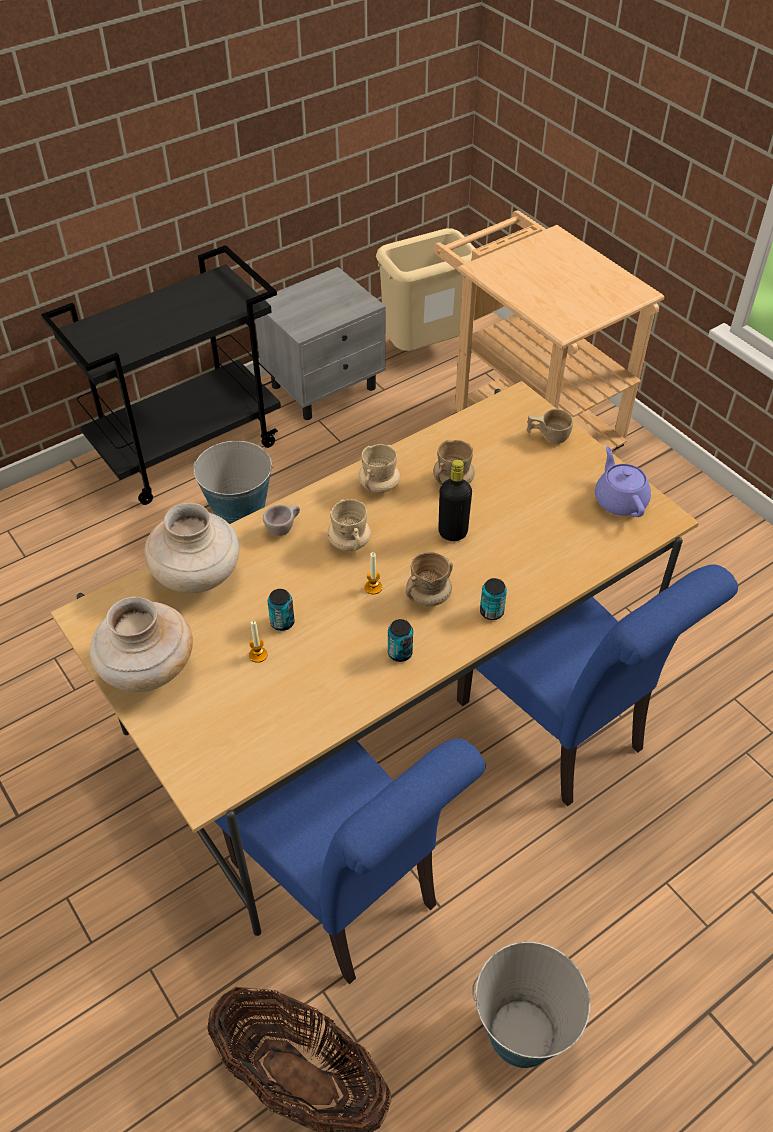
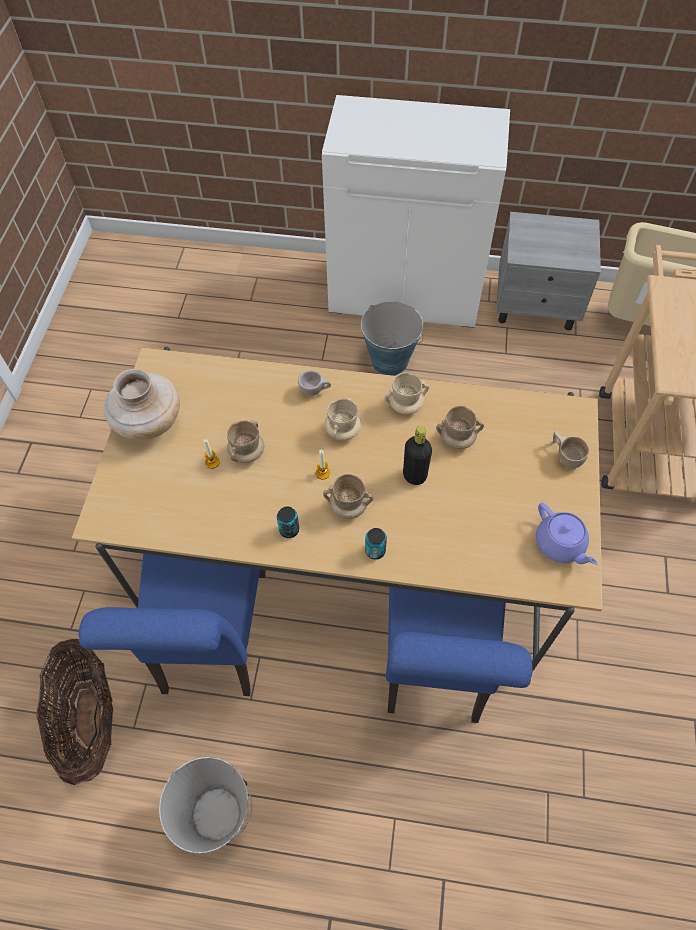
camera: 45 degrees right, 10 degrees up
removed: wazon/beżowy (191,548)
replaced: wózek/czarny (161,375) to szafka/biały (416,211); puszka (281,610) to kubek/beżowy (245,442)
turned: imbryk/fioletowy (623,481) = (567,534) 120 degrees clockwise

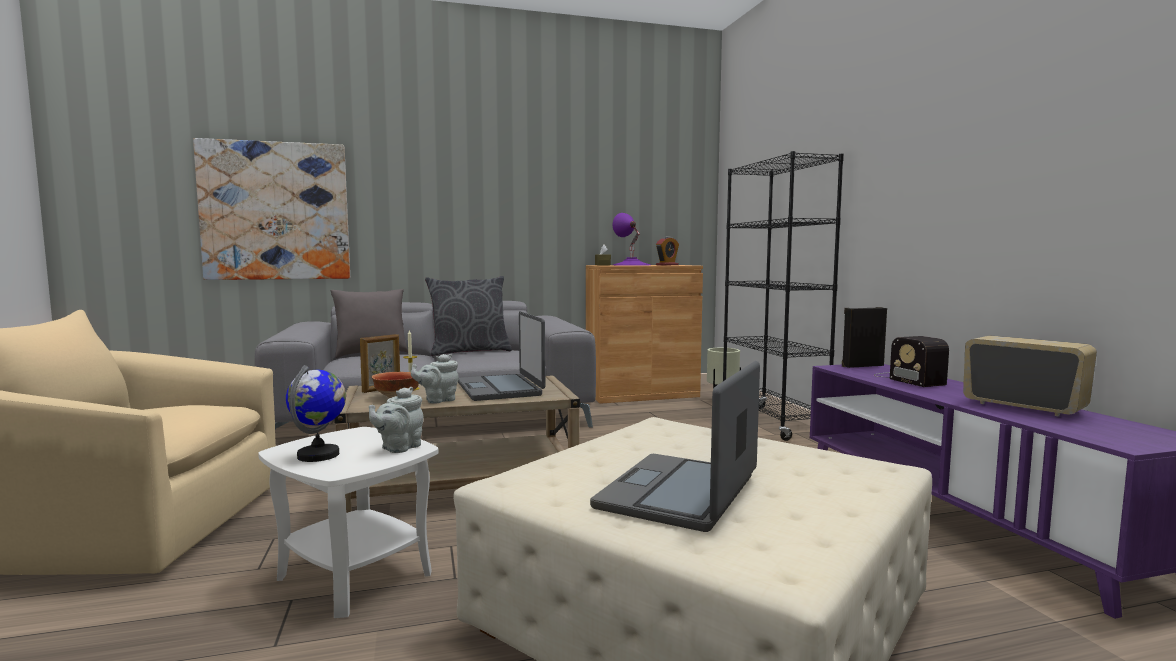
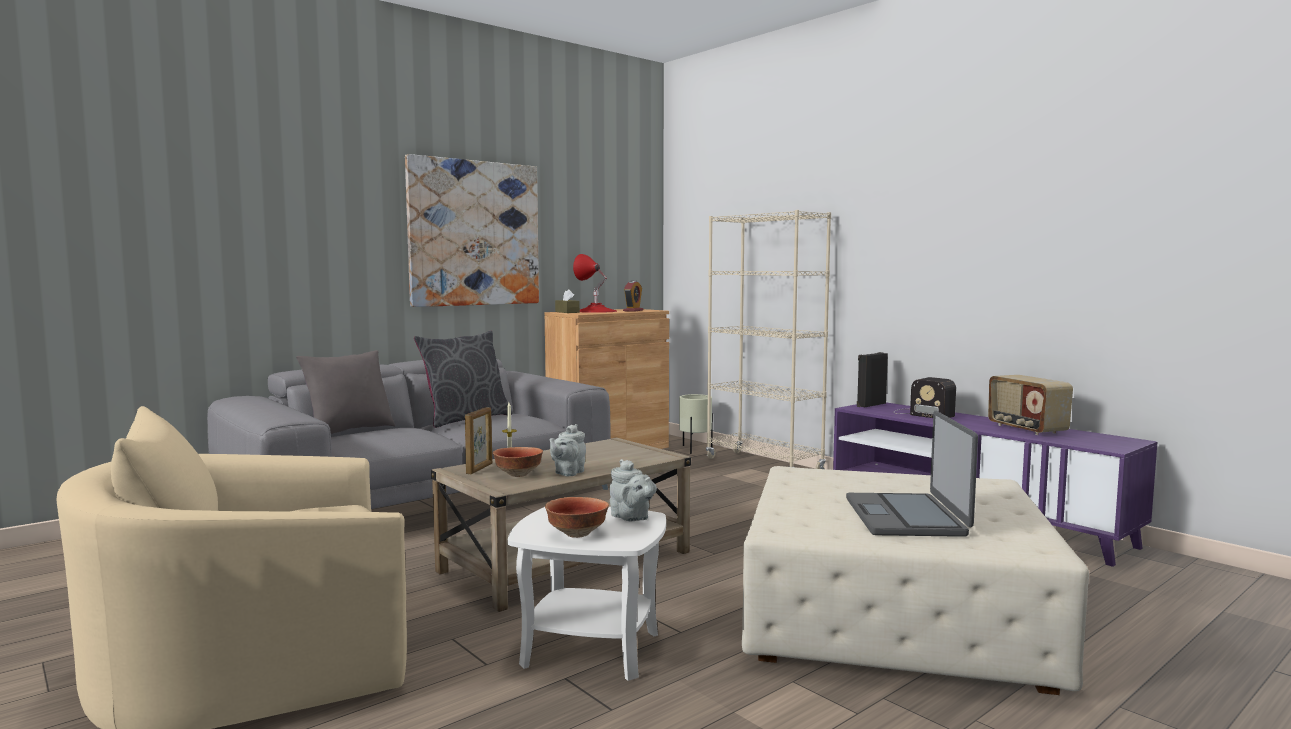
camera: 25 degrees left, 0 degrees up
removed: laptop (501,356)
moved: obraz (271,209) to (472,230)
replaced: globus (316,413) to miska (577,517)
recoloured: regał/czarny (783,296) to regał/beżowy (768,339); lampa stołowa/fioletowy (631,239) to lampa stołowa/czerwony (595,283)
turned: radio (1030,376) = (1030,405) 135 degrees counterclockwise; imbryk/szary (396,420) = (633,490) 45 degrees counterclockwise

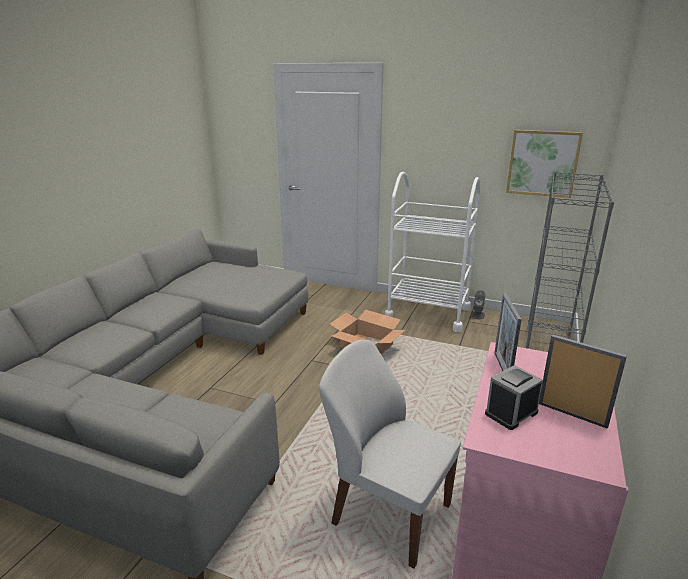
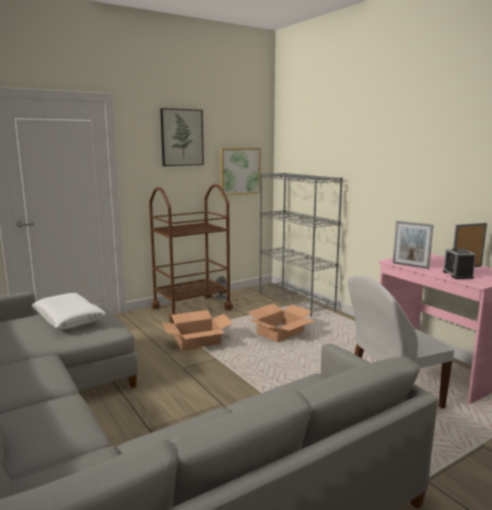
camera: 55 degrees left, 10 degrees down
added: obraz (182,137); poduszka/biały (69,311); karton (282,322)
recoloured: wózek/biały (432,252) to wózek/brązowy (191,253)

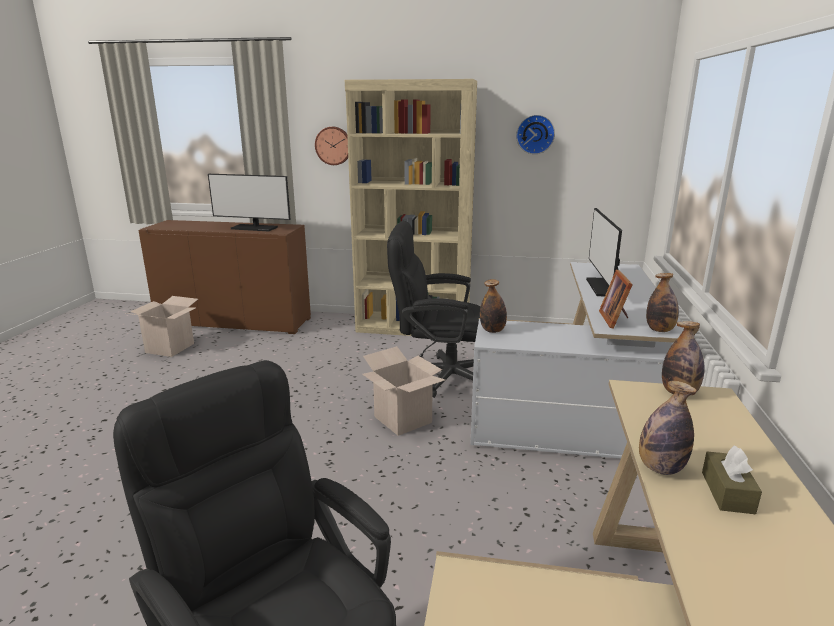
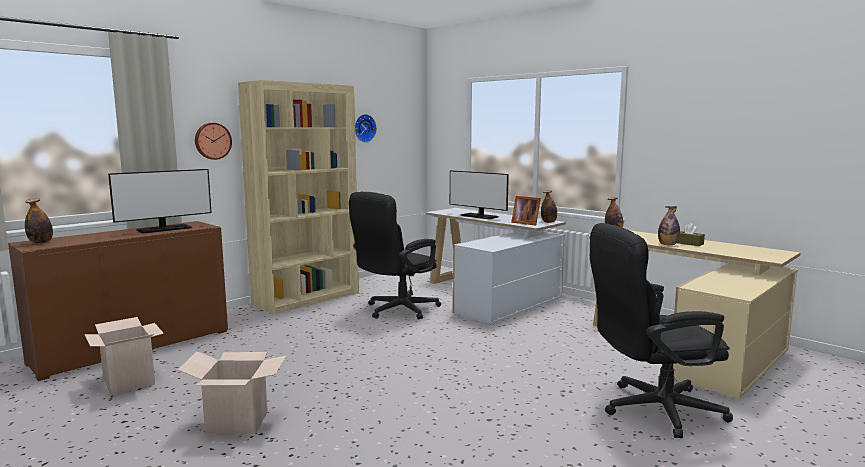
camera: 55 degrees left, 10 degrees down
moved: butelka (493,306) to (39,221); karton (403,391) to (232,393)

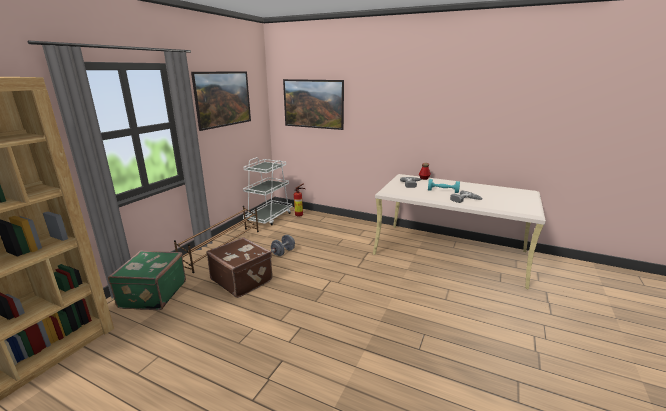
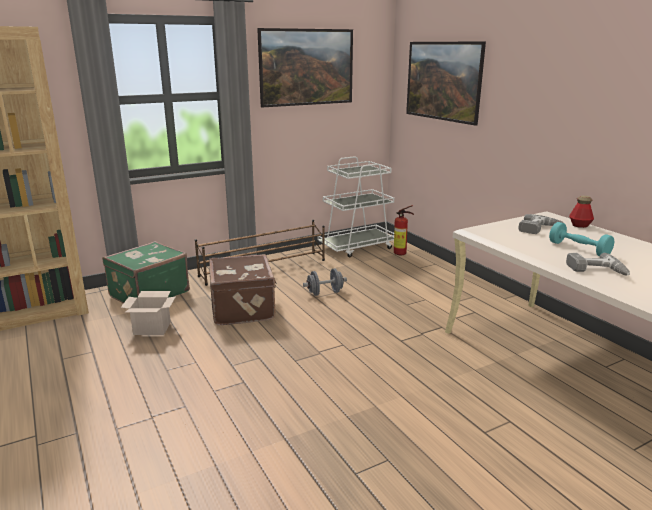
camera: 35 degrees right, 0 degrees up
added: karton (148,313)

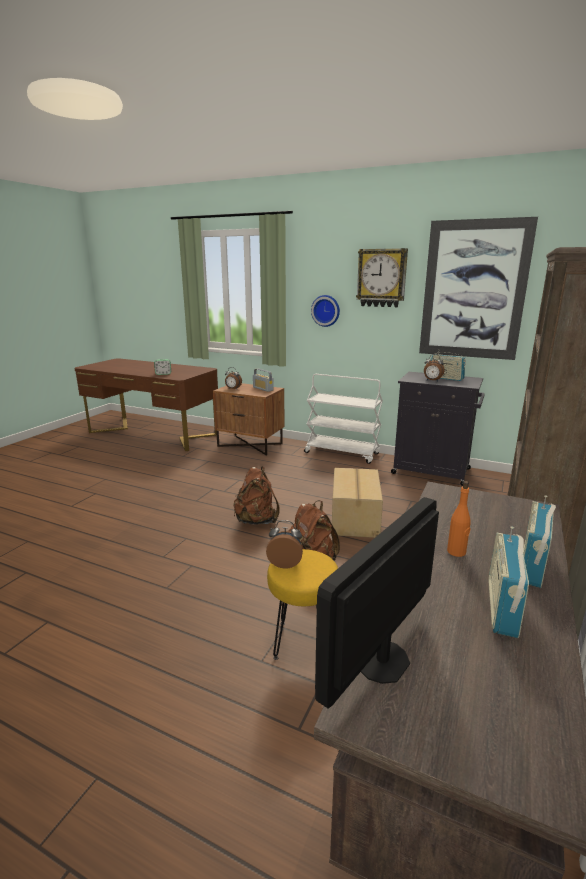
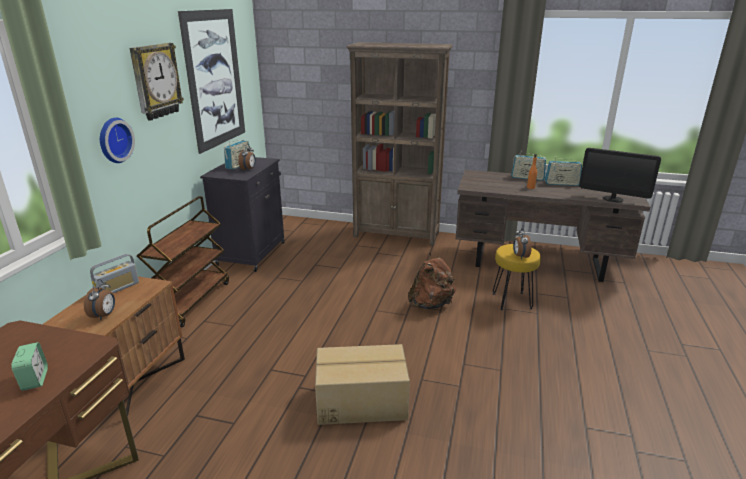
camera: 100 degrees left, 5 degrees up
removed: plecak/brązowy (257,496)
moved: karton (357,503) to (362,384)
recoloured: wózek/biały (343,419) to wózek/brązowy (183,261)

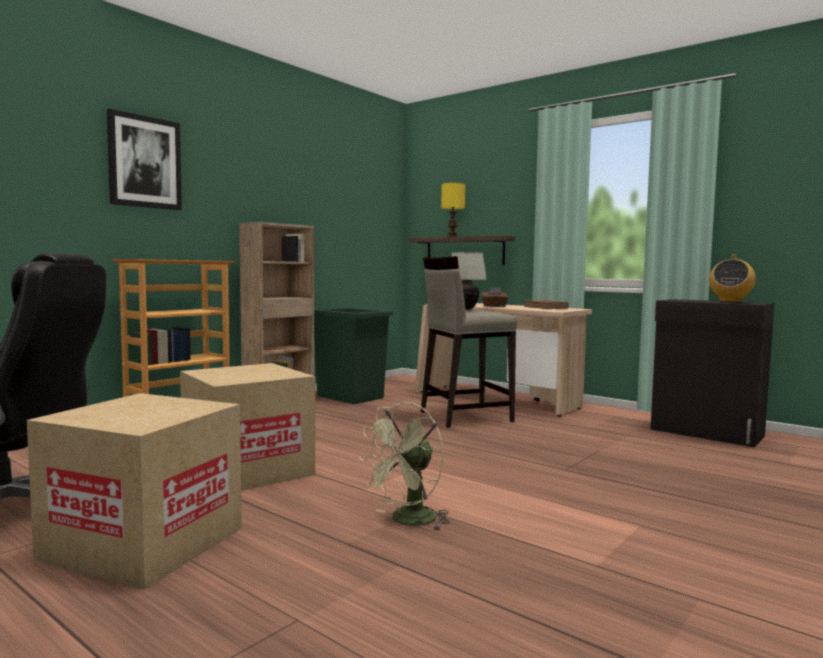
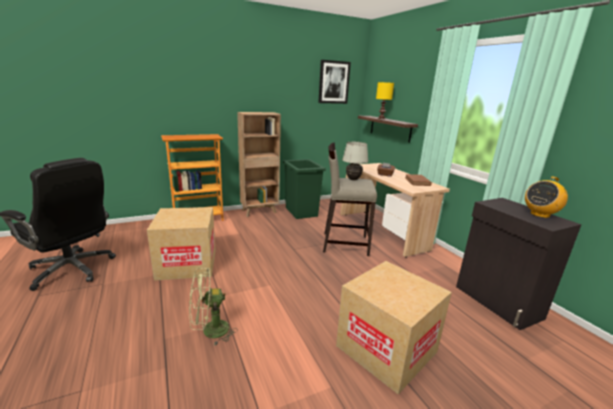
camera: 25 degrees right, 15 degrees up
moved: obraz (144,159) to (334,82); karton (134,491) to (394,327)

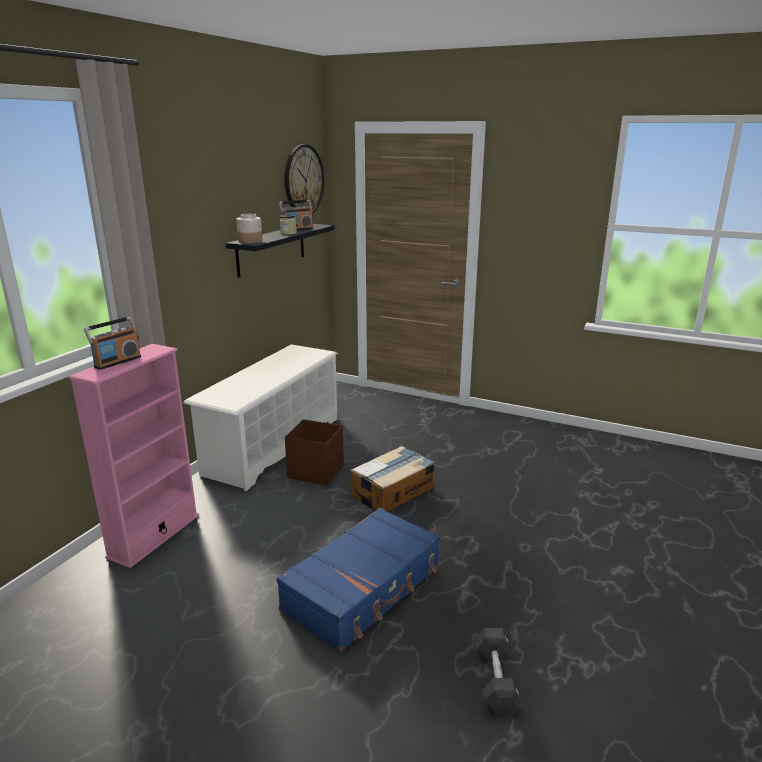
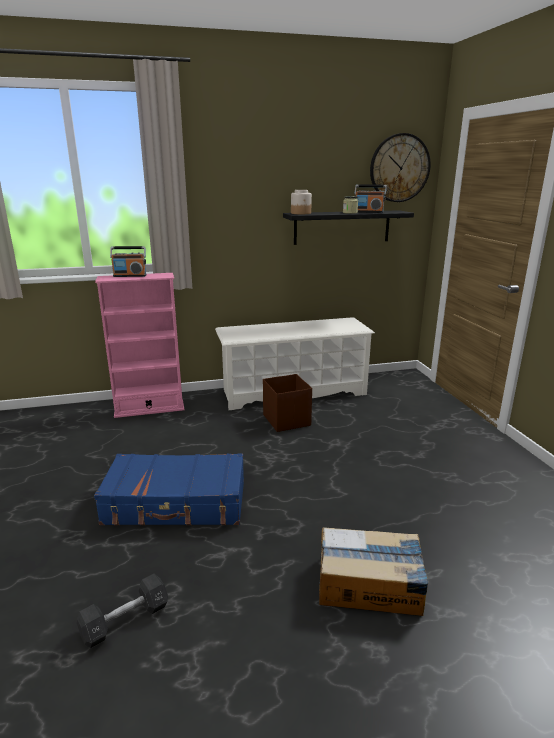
camera: 50 degrees right, 0 degrees up
moved: karton (392,479) to (374,571)

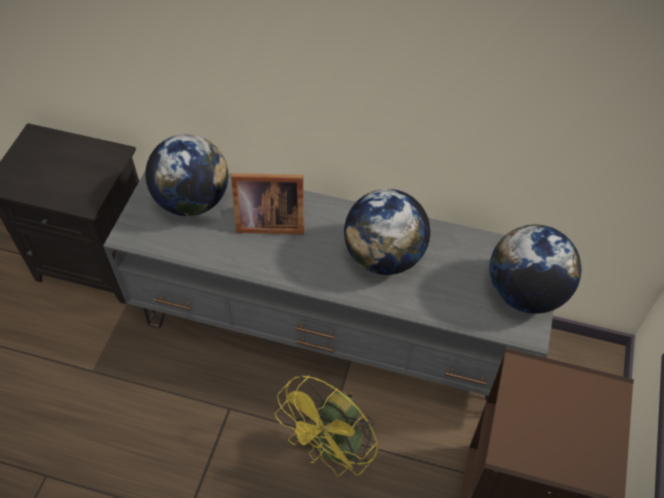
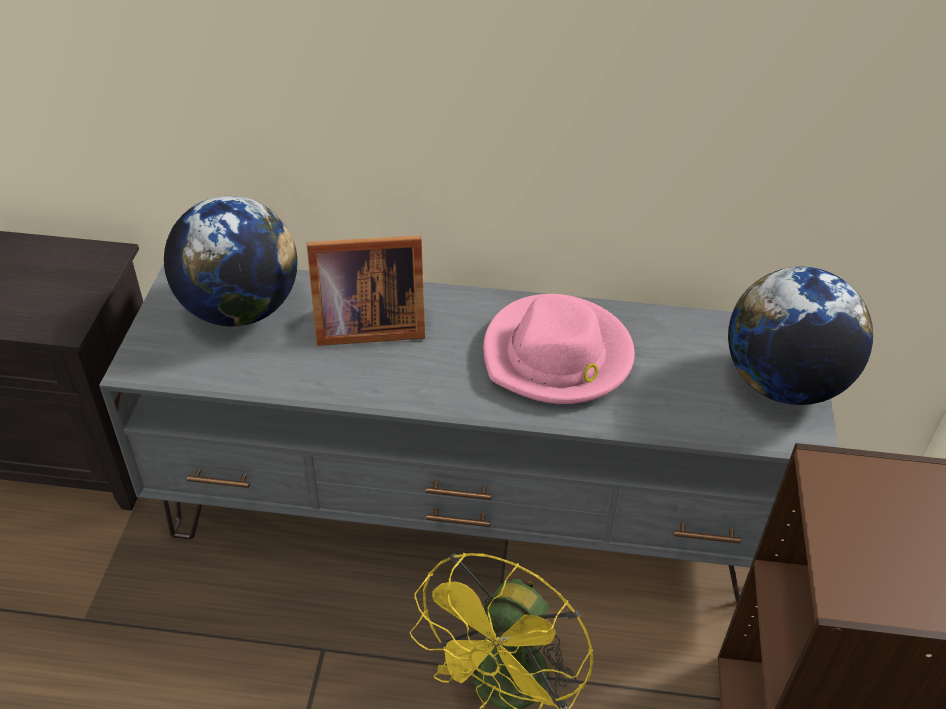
camera: 10 degrees left, 10 degrees down
replaced: globus (387,232) to kapelusz/różowy (559,349)

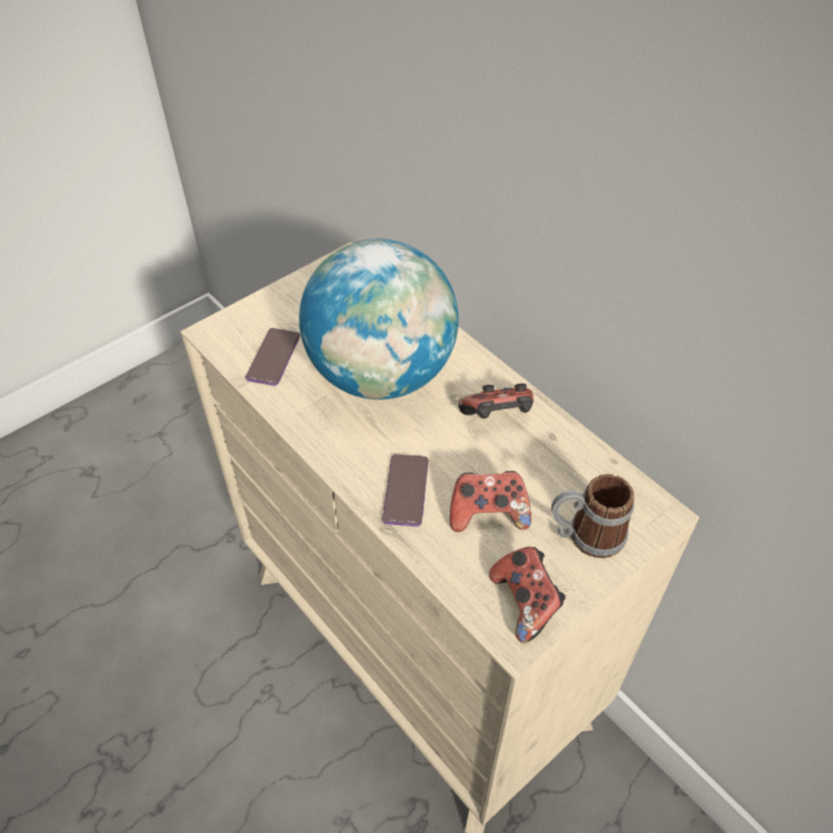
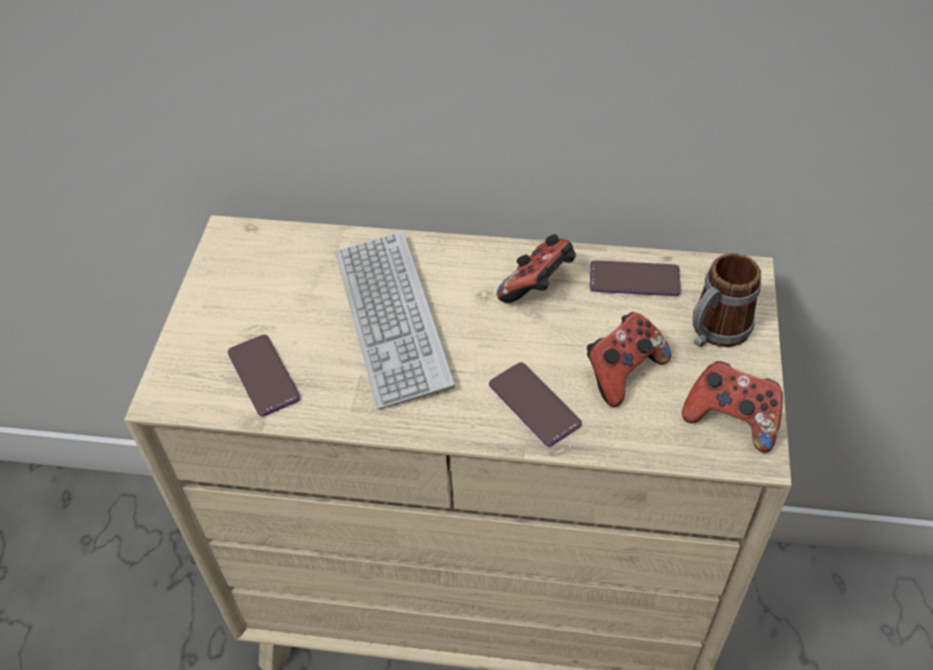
camera: 40 degrees left, 0 degrees up
added: telefon (635,278)
replaced: globus (379,319) to klawiatura (395,320)

